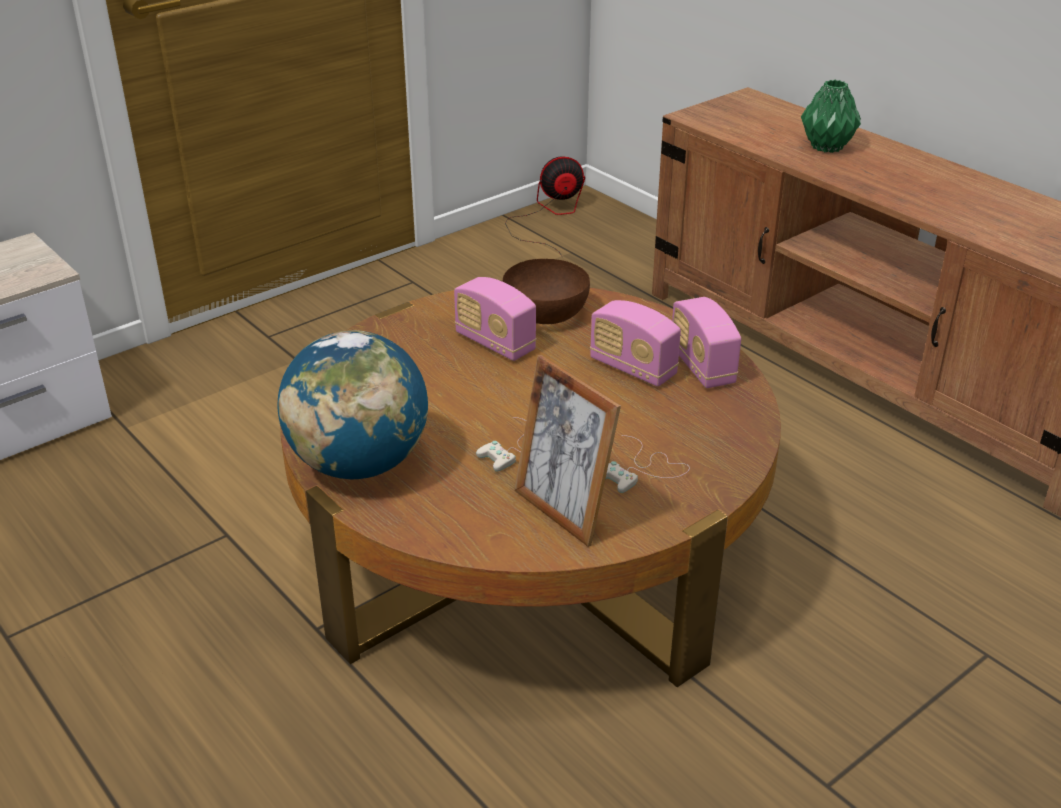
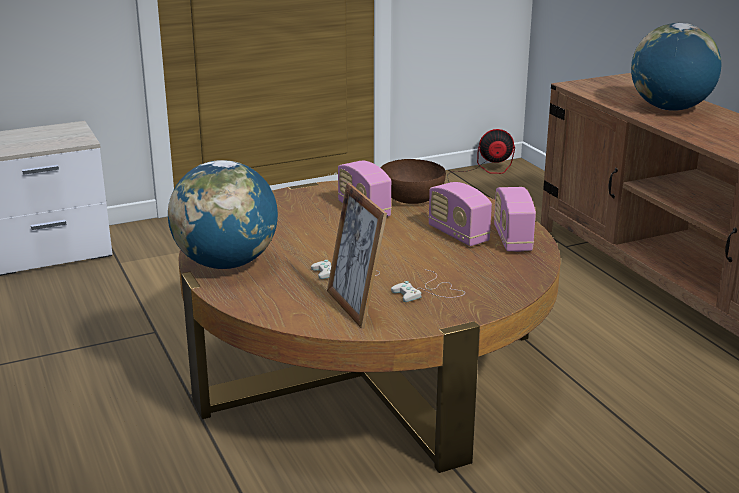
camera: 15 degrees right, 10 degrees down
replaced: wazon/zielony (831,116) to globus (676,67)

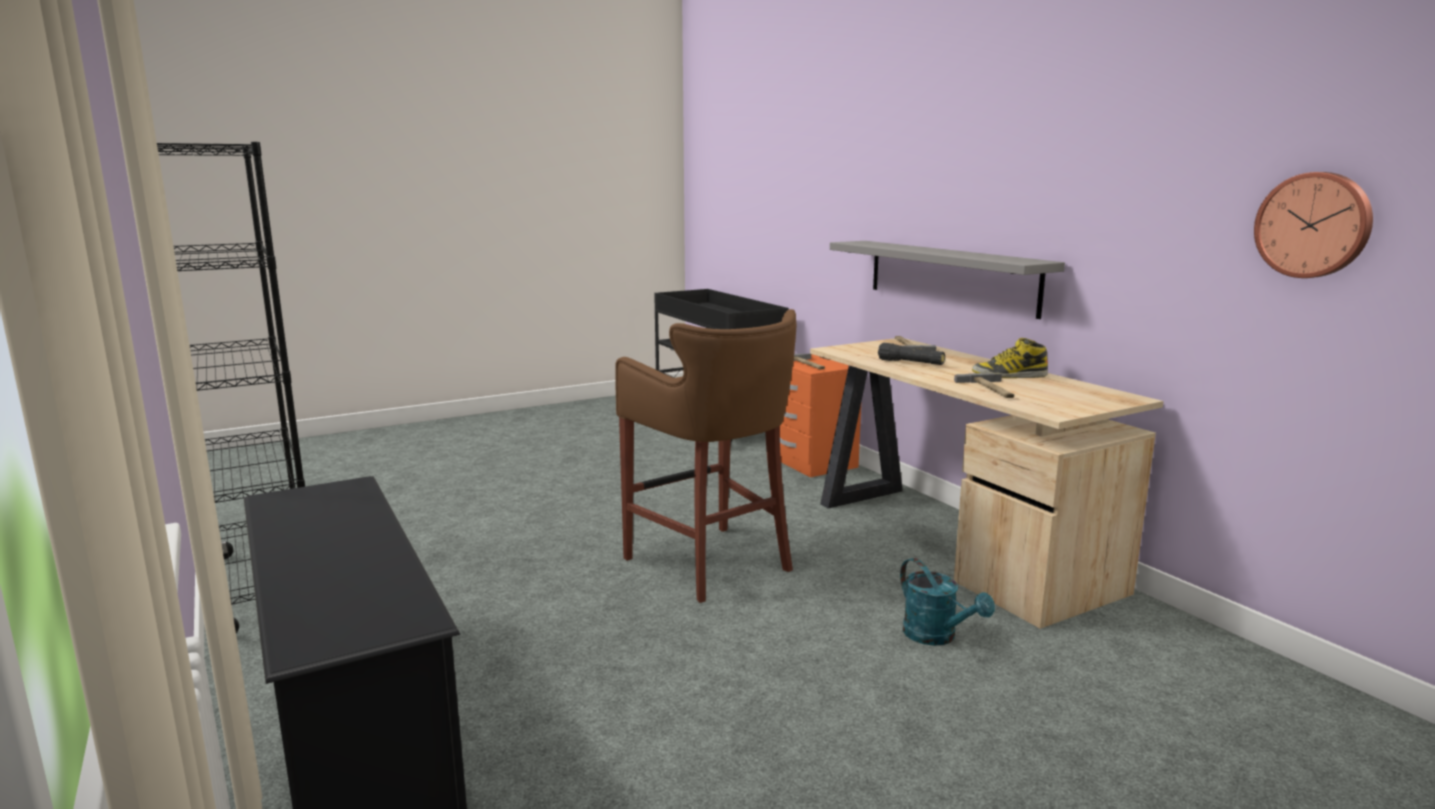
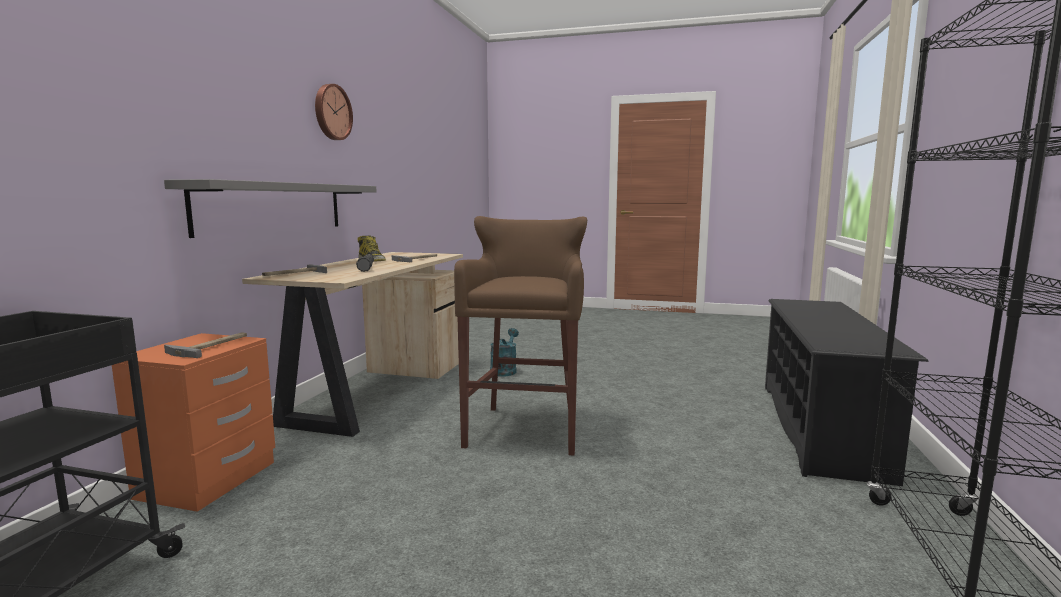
camera: 135 degrees left, 5 degrees down
moved: zegar ścienny (1313,225) to (334,112)

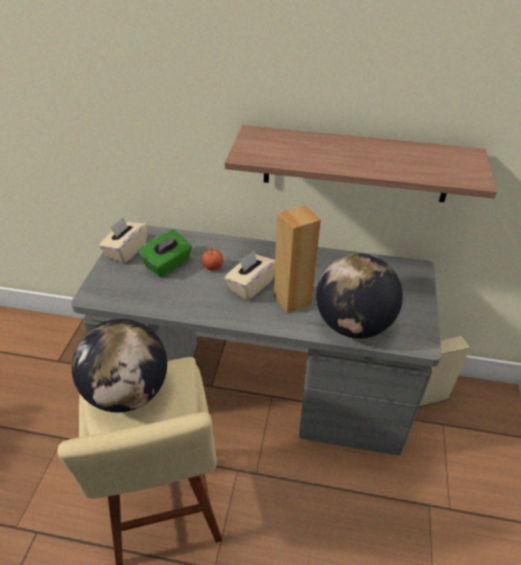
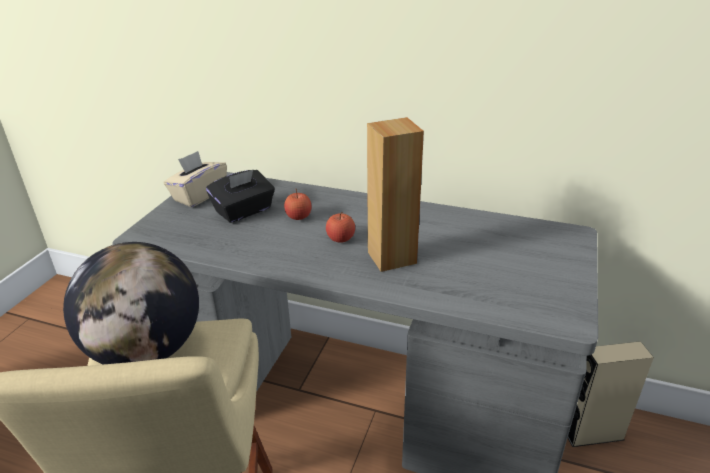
camera: 10 degrees right, 10 degrees down
removed: półka (361,163); globus (359,296)
replaced: pudełko chusteczek/beżowy (249,275) to jabłko (340,227)
recoloured: pudełko chusteczek/zielony (165,253) to pudełko chusteczek/czarny (240,196)

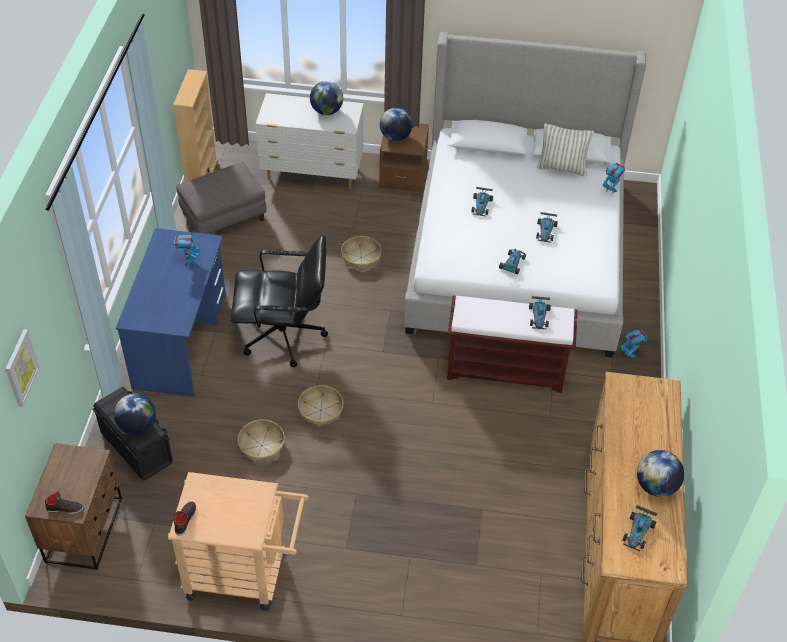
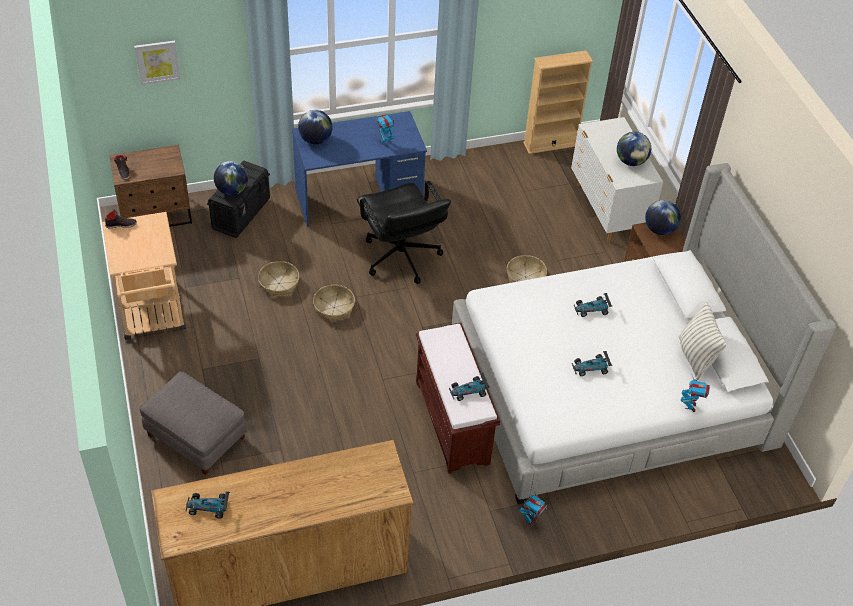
camera: 65 degrees right, 0 degrees up
removed: samochodzik (512,261)
moved: pufa/szary (221,198) to (193,423); globus (660,473) to (315,127)

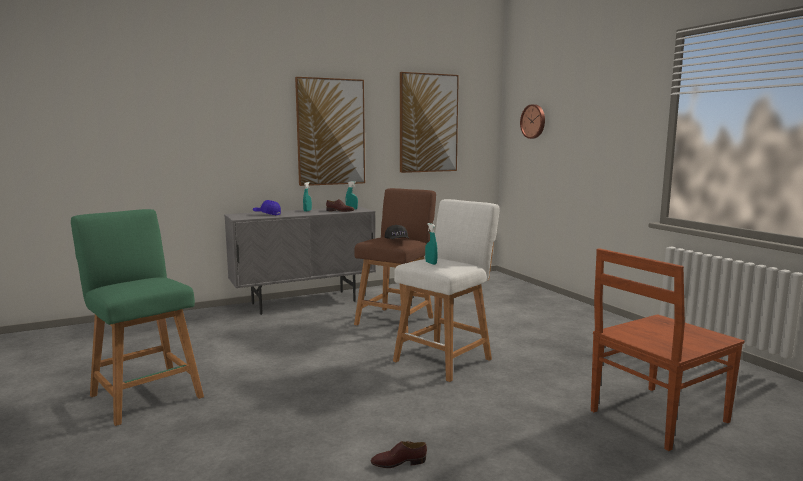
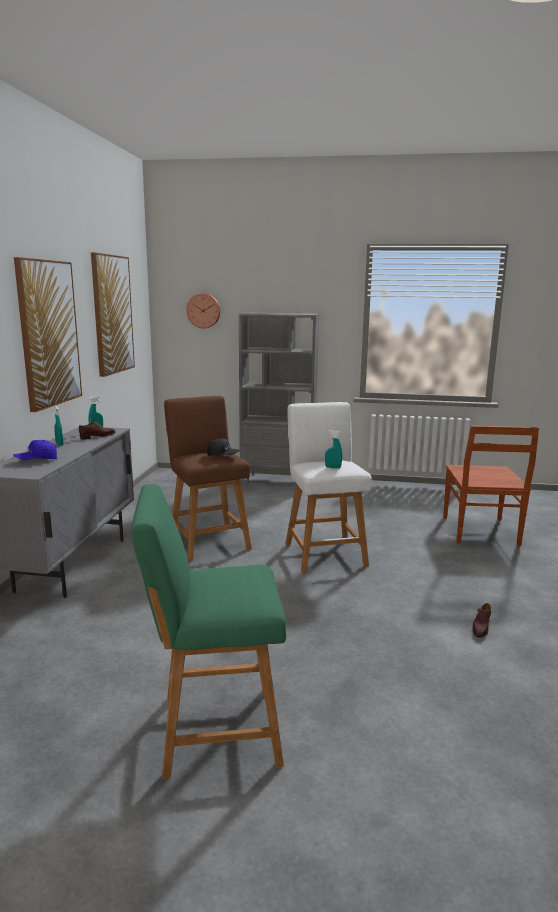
camera: 55 degrees left, 5 degrees up
added: regał/szary (279,397)

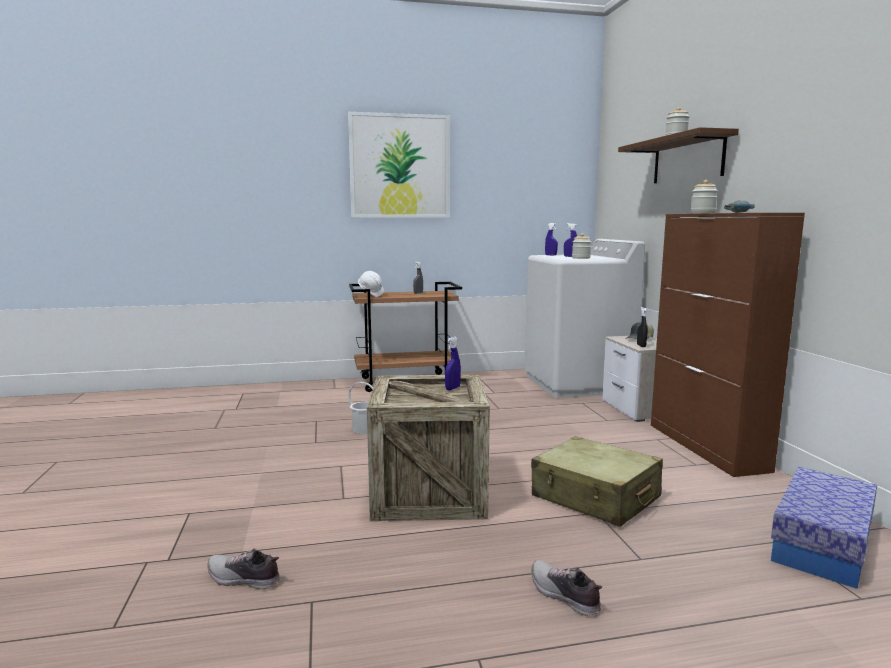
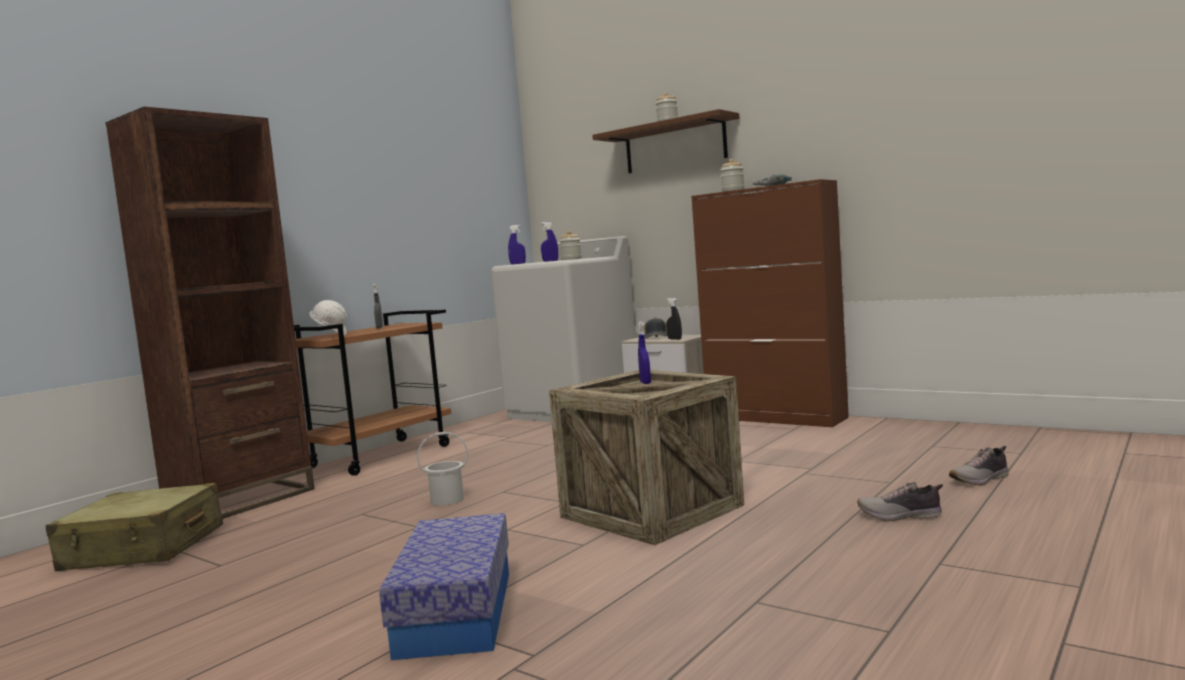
camera: 40 degrees left, 5 degrees down
removed: obraz (399,165)
added: regał/brązowy (210,313)
moved: walizka/beżowy (597,481) to (134,527); pojemnik do przechowywania (824,528) to (444,586); but (243,569) to (979,466)

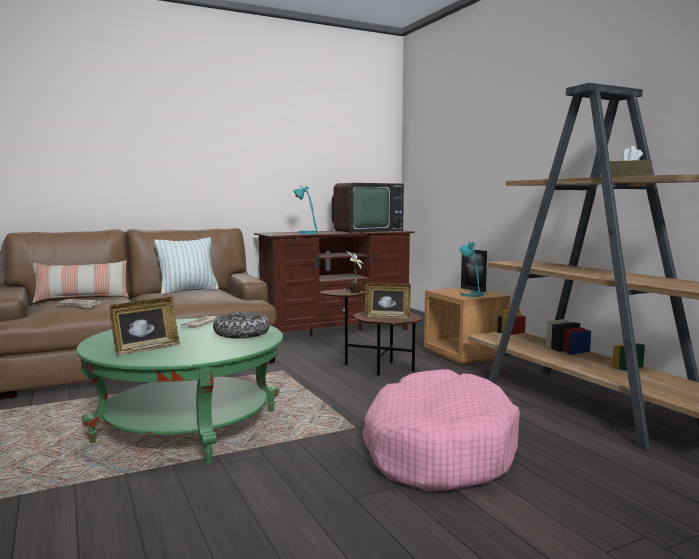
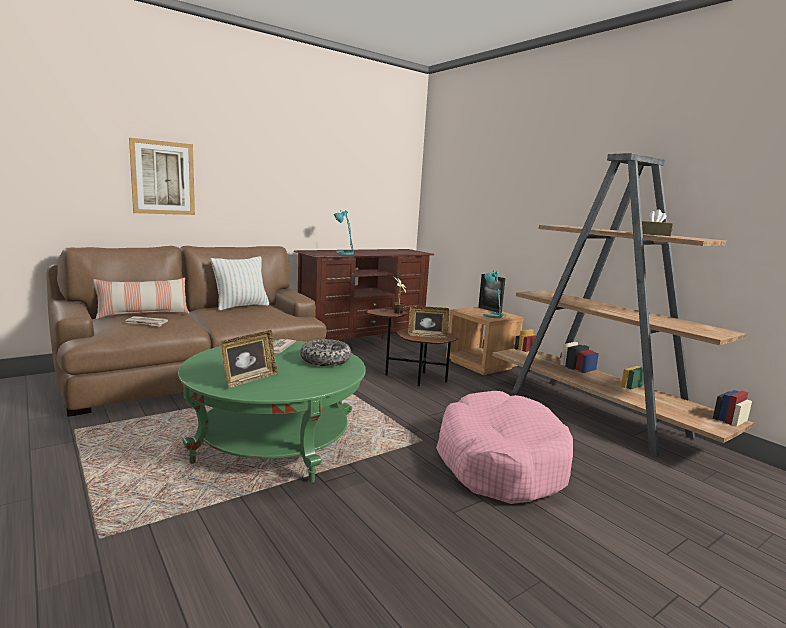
camera: 10 degrees left, 5 degrees up
removed: telewizor (368,208)
added: obraz (162,176)

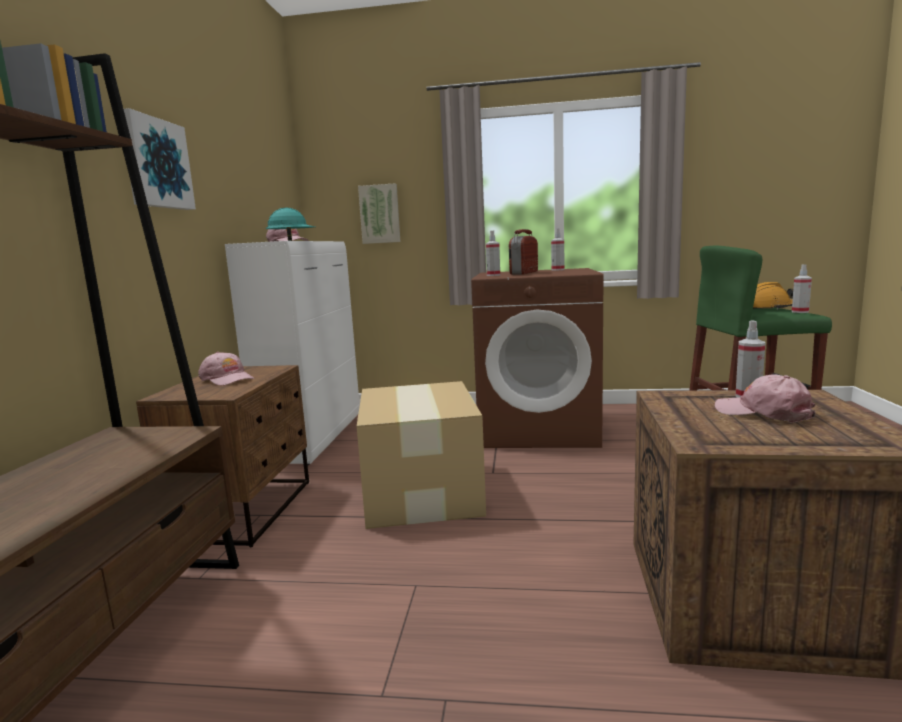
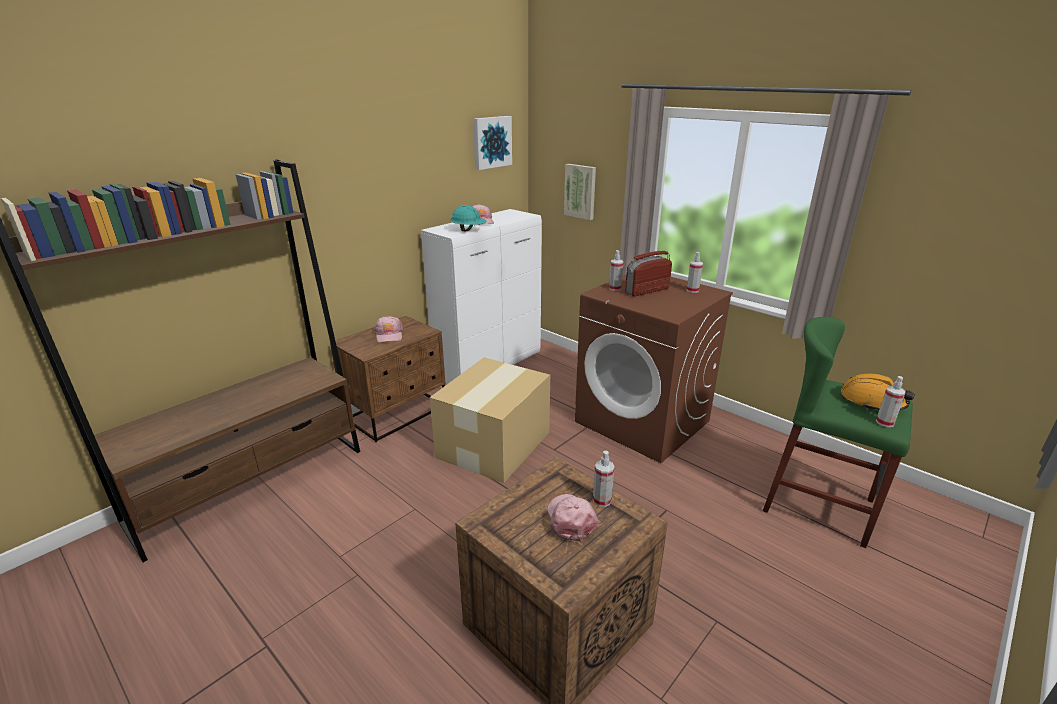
camera: 35 degrees right, 15 degrees up
moved: obraz (160,159) to (492,143)

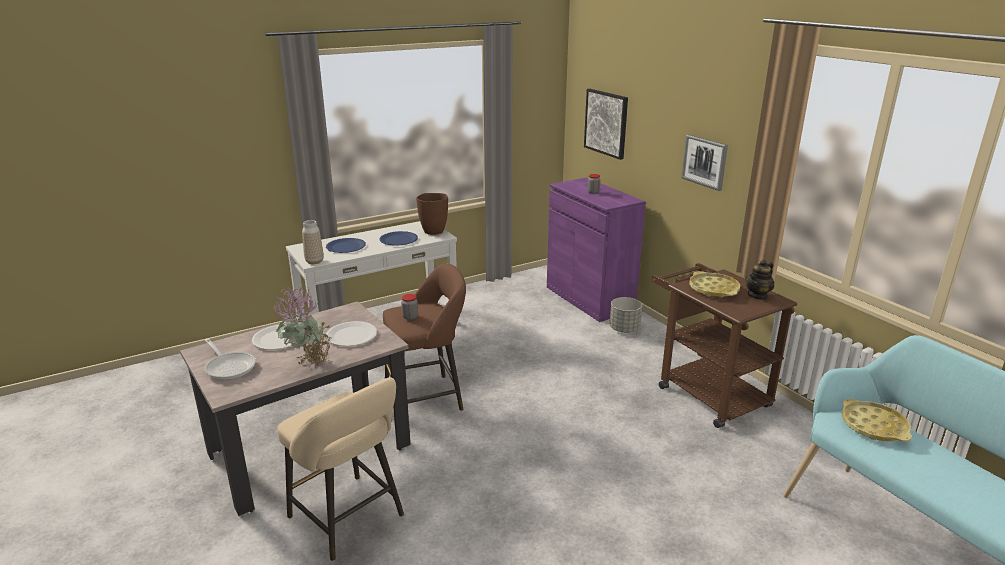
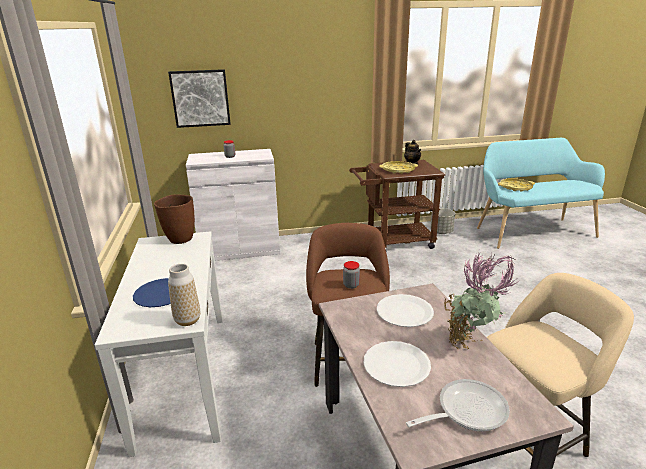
camera: 70 degrees left, 0 degrees up
removed: obraz (704,162); talerz/niebieski (399,238)
moved: donica/szary (626,315) to (442,221)
recoloured: szafka/fioletowy (596,250) to szafka/biały (233,205)

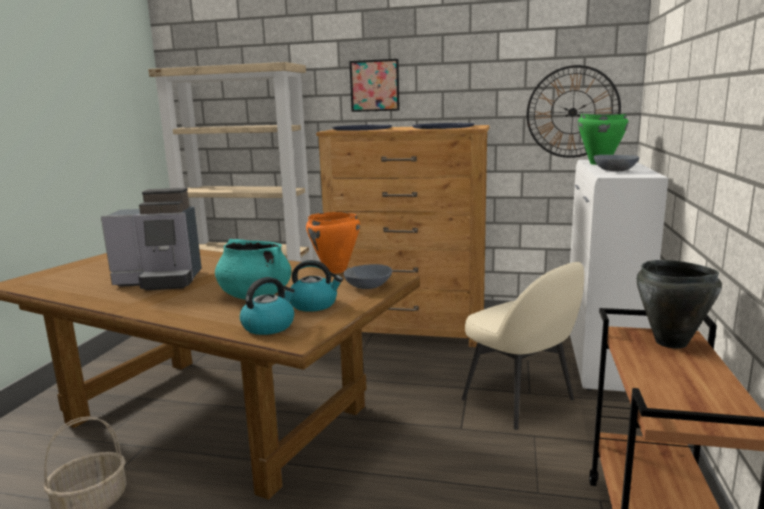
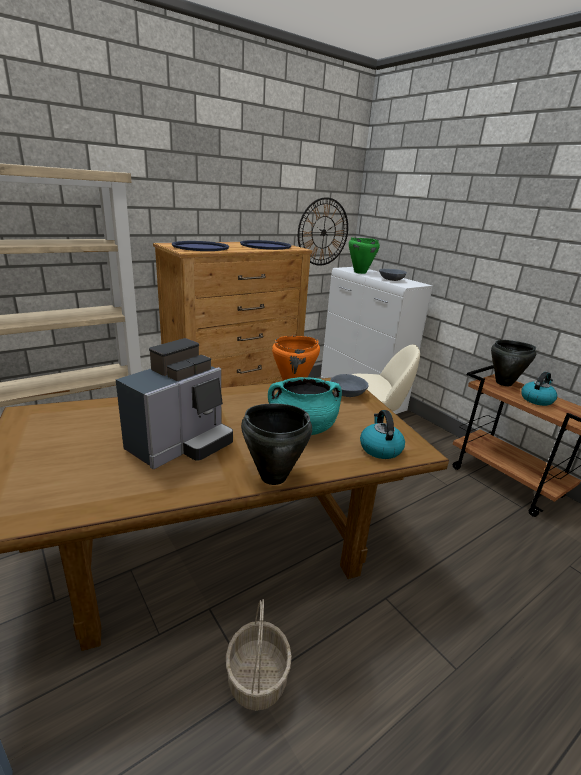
camera: 50 degrees left, 10 degrees up
removed: obraz (374,85)
added: garnek/czarny (276,444)
moved: czajnik (316,286) to (539,389)

